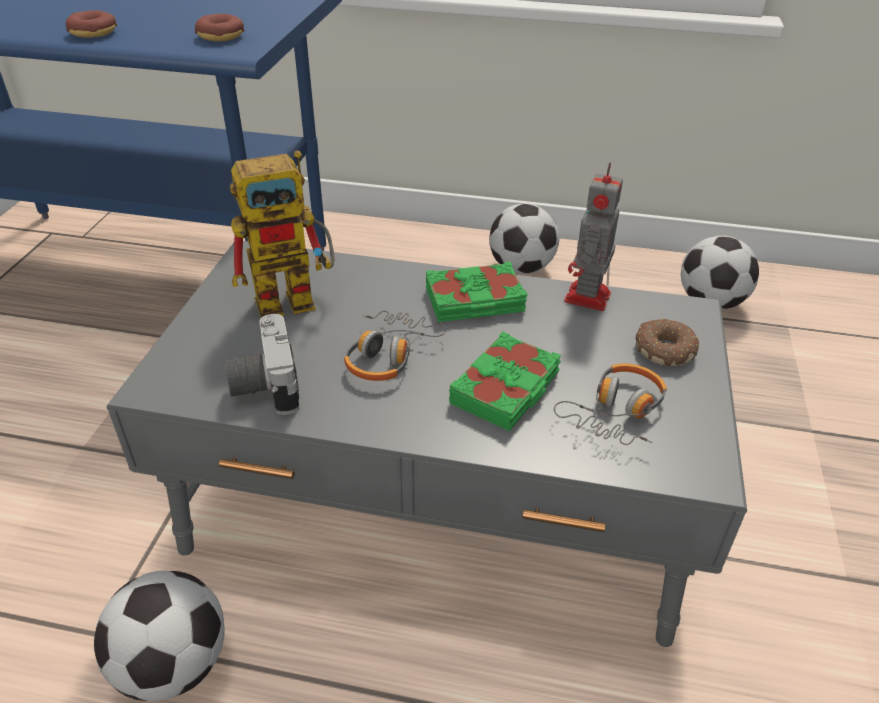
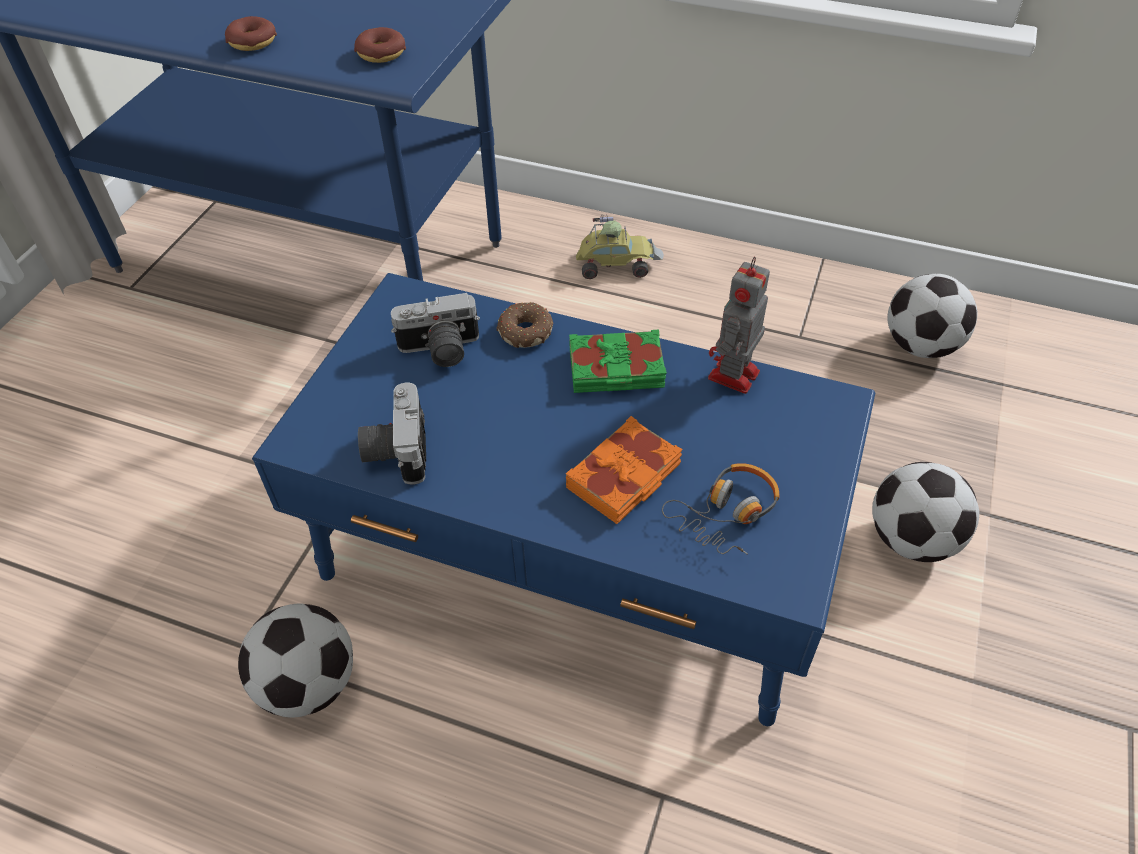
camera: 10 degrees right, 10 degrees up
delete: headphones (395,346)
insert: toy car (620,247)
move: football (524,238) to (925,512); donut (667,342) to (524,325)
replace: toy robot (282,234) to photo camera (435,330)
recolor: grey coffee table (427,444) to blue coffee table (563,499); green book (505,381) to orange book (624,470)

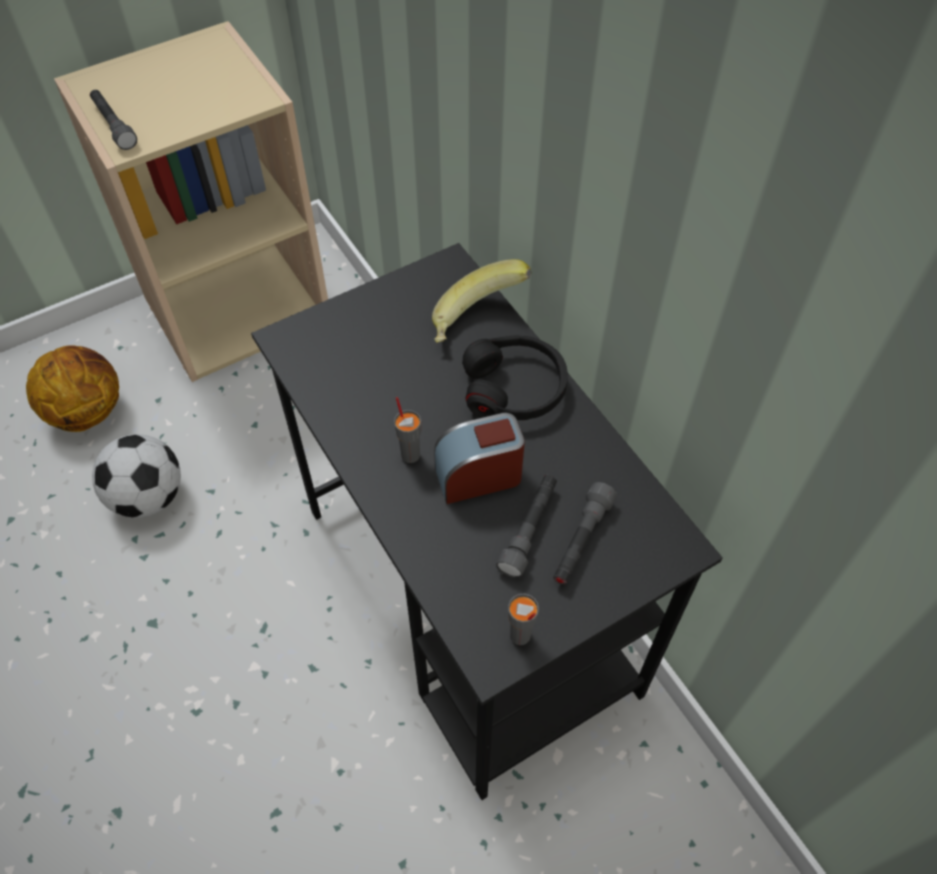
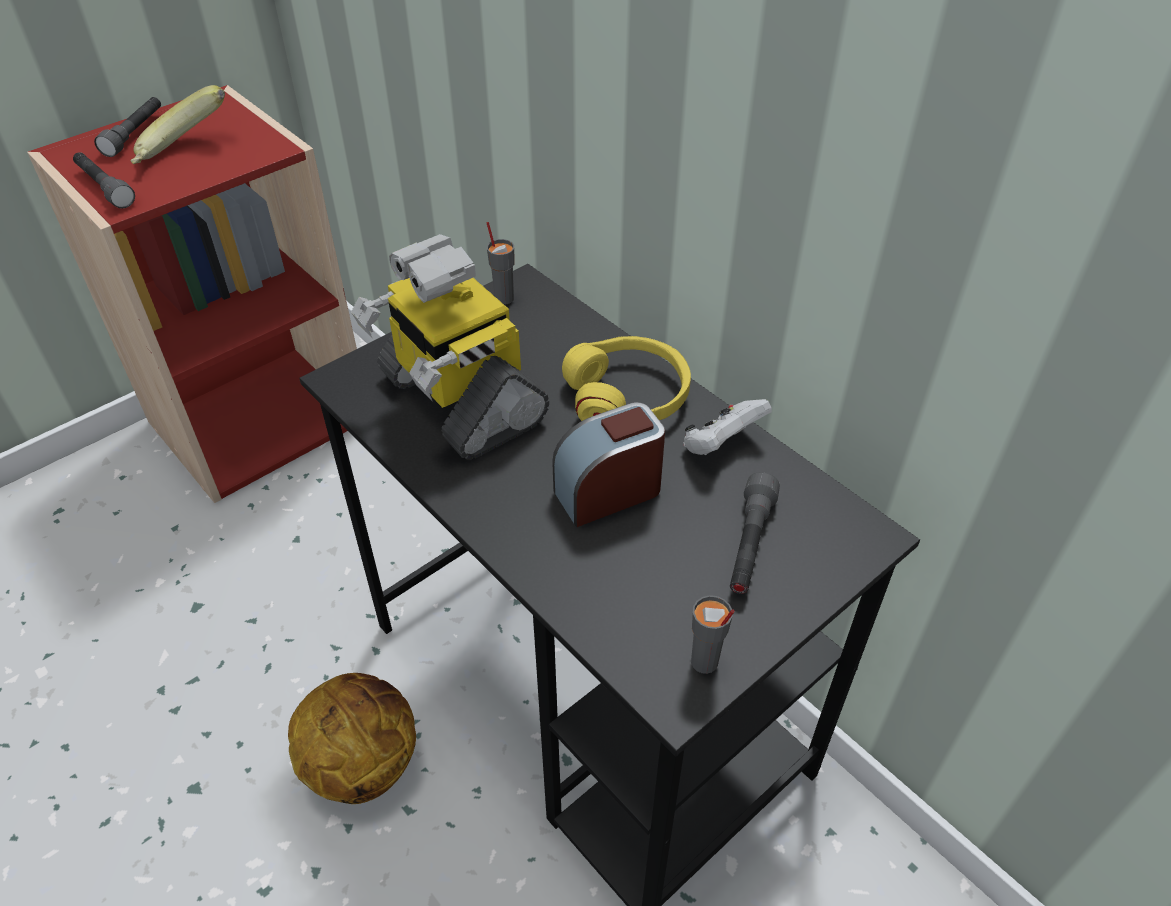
camera: 10 degrees left, 10 degrees down
delete: football (136,476)
insert: toy robot (450,347); white game controller (728,427)
move: basketball (72,388) to (352,738); grey cup (407,430) to (500,263); banana (481,301) to (178,124); grey flashlight (526,526) to (127,127)
recolor: beige bookcase (191,201) to red bookcase (192,294); black headphones (515,377) to yellow headphones (626,378)

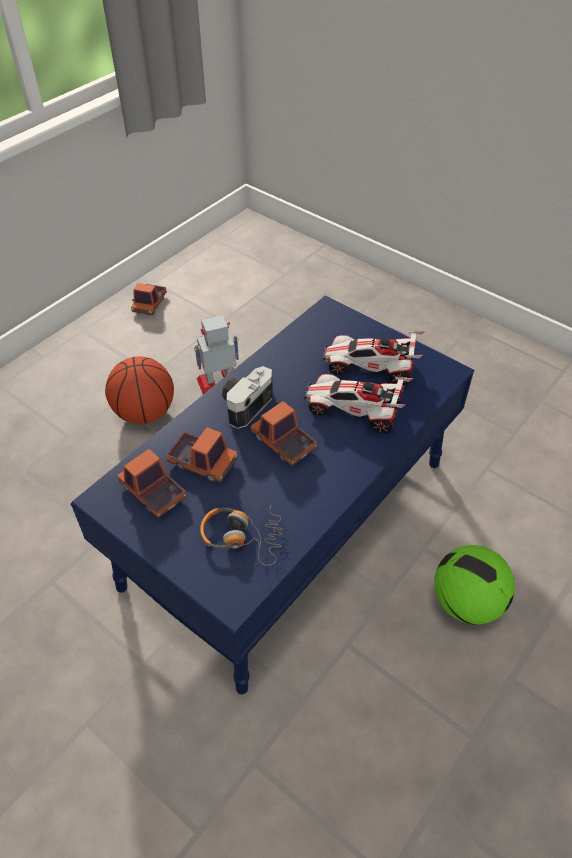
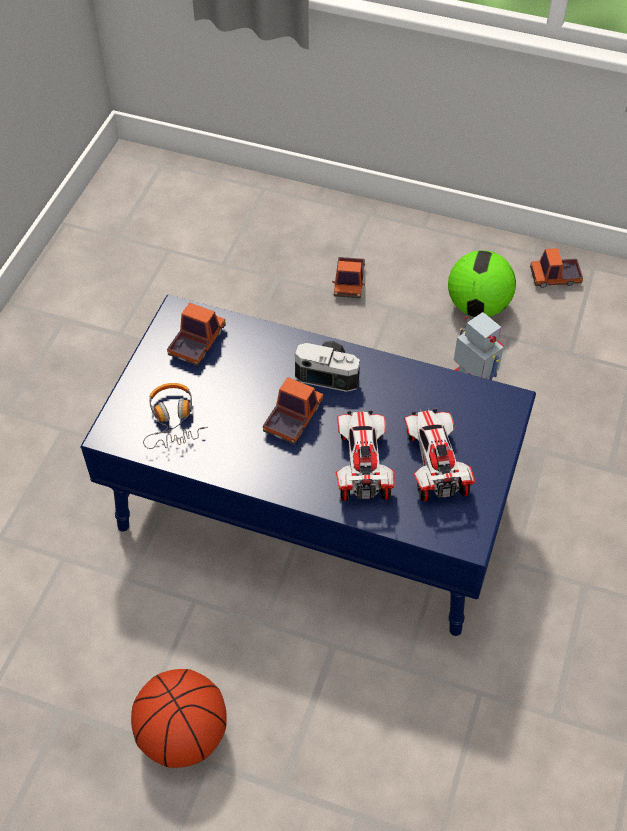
camera: 70 degrees right, 5 degrees up
move: basketball (139,390) to (179,718); toy truck (202,455) to (348,277); football (474,585) to (482,283)

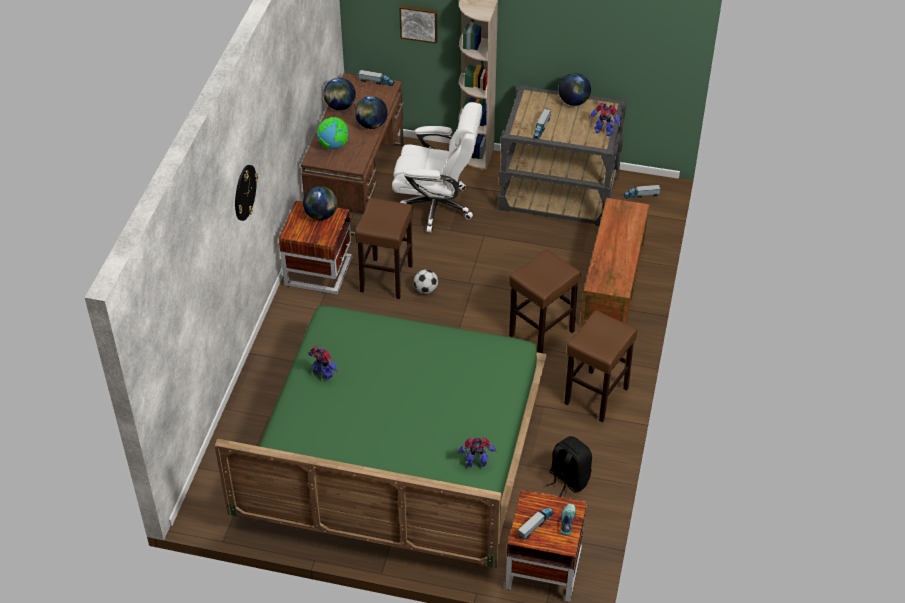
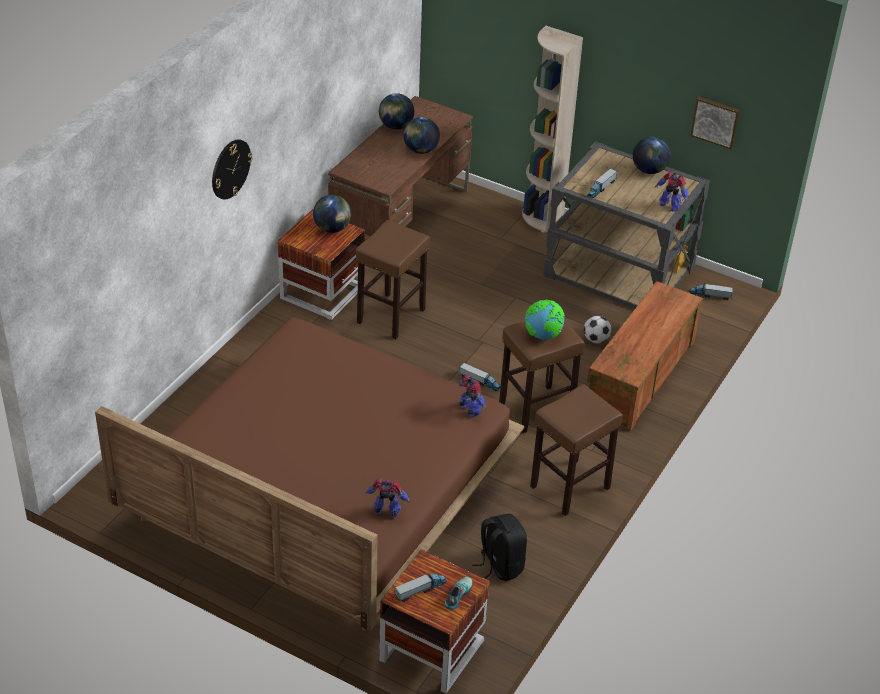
camera: 15 degrees right, 5 degrees down
delete: white office chair (437,167)
move: toy robot (323,363) to (473,396); globe (332,133) to (545,319); toy truck (376,78) to (480,377); picture (418,24) to (715,123); football (426,281) to (597,329)
recolor: green bed (381,437) to brown bed (309,474)

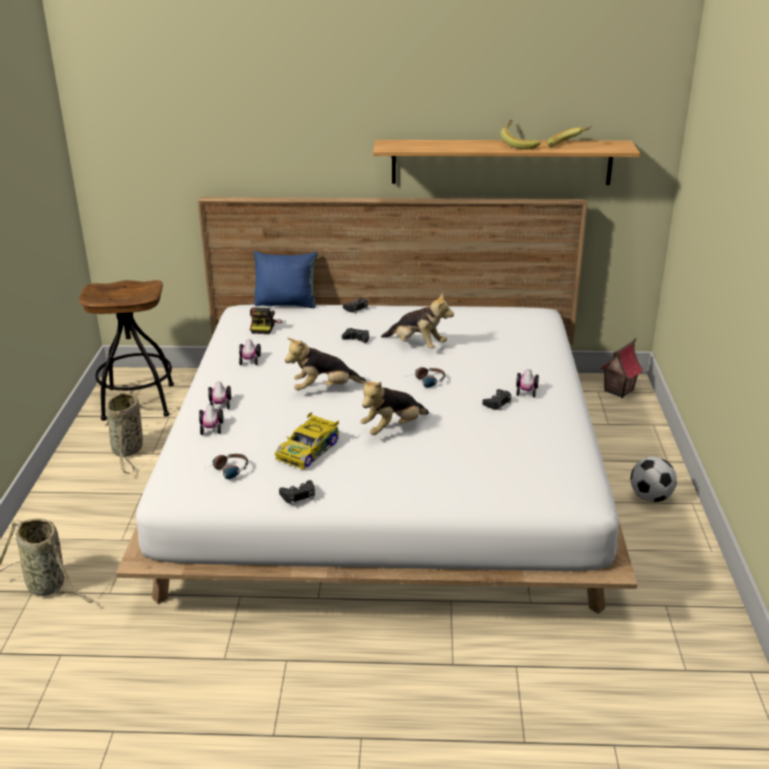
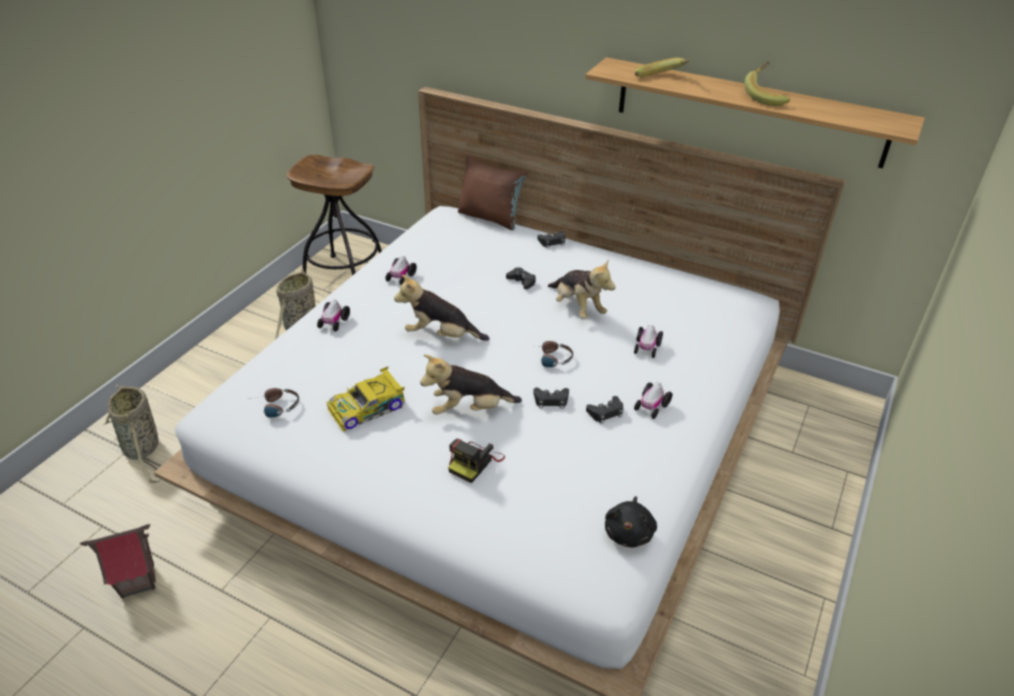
camera: 25 degrees right, 10 degrees up
delete: football (654,479)
insert: black plush toy (631,521)
move: toy car (211,420) to (648,341); photo camera (266,320) to (476,461); black game controller (297,492) to (551,398); banana (569,136) to (662,67); toy house (621,368) to (118,561)
recolor: blue pillow (285,279) to brown pillow (493,192)

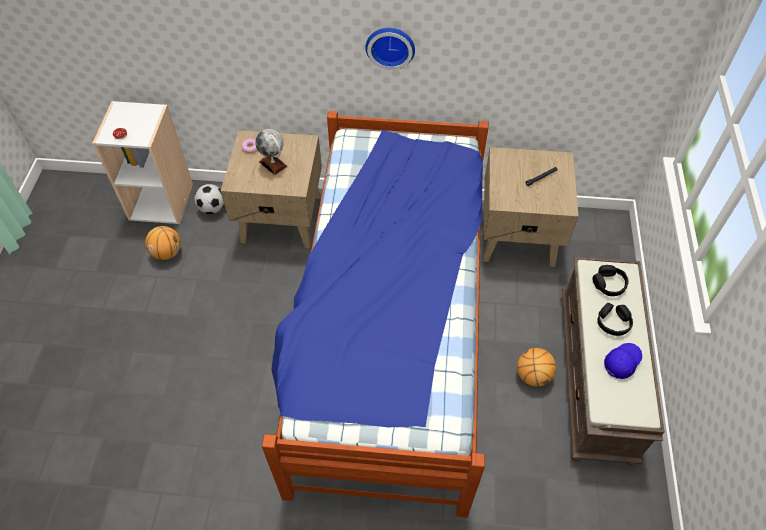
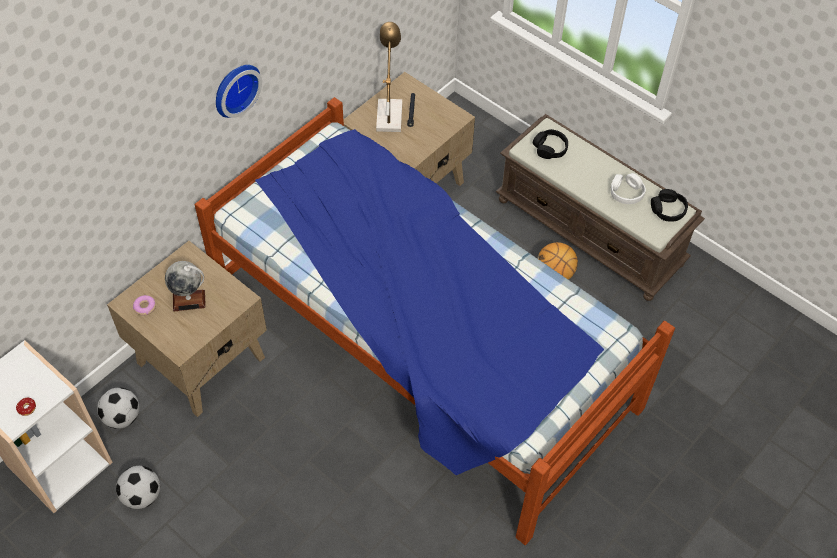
camera: 55 degrees left, 0 degrees up
insert: table lamp (389,77)
move: black headphones (615,319) to (669,205)
replace: basketball (163,243) to football (138,487); blue cap (623,361) to white headphones (628,188)

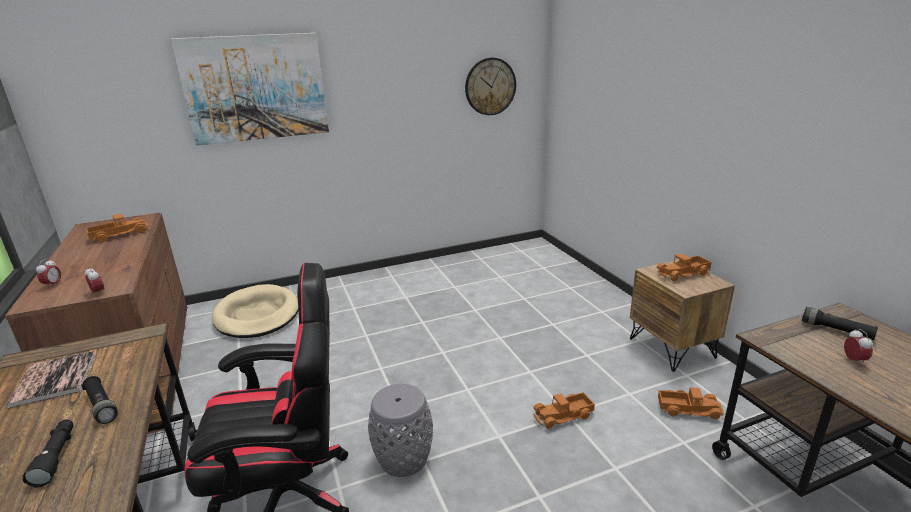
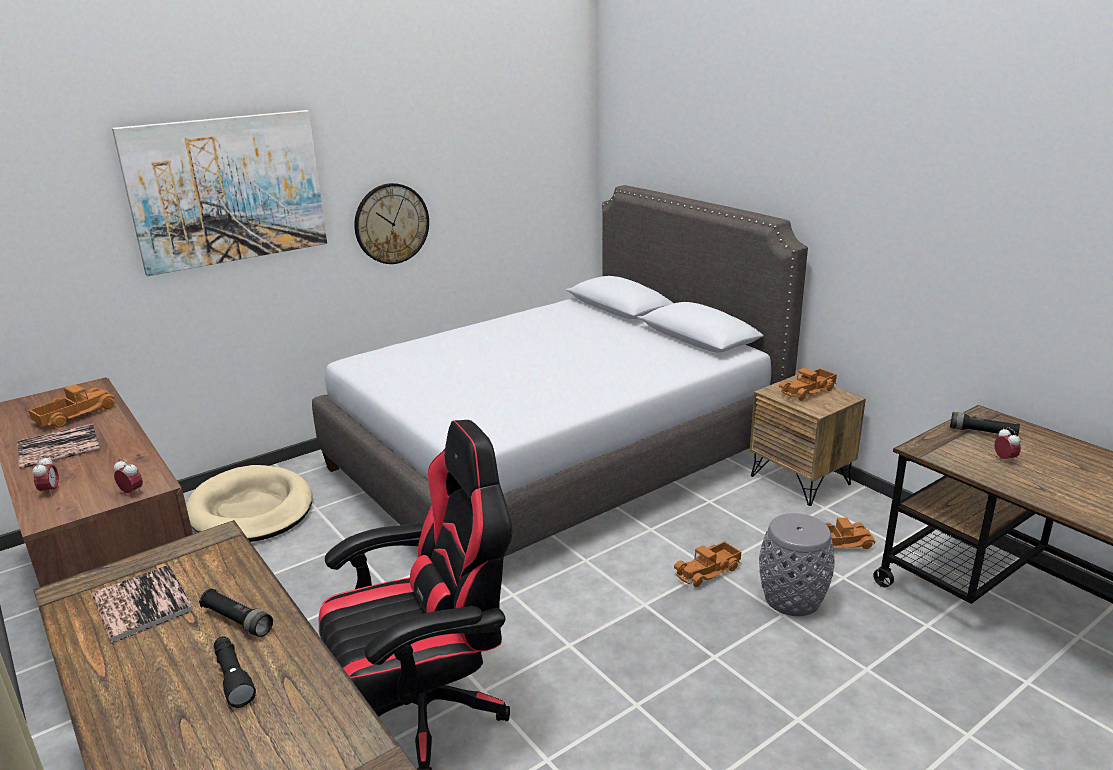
camera: 15 degrees left, 0 degrees up
insert: book (58,446); grey bed (560,371)
move: grey stool (400,430) to (797,564); wall clock (490,86) to (391,223)

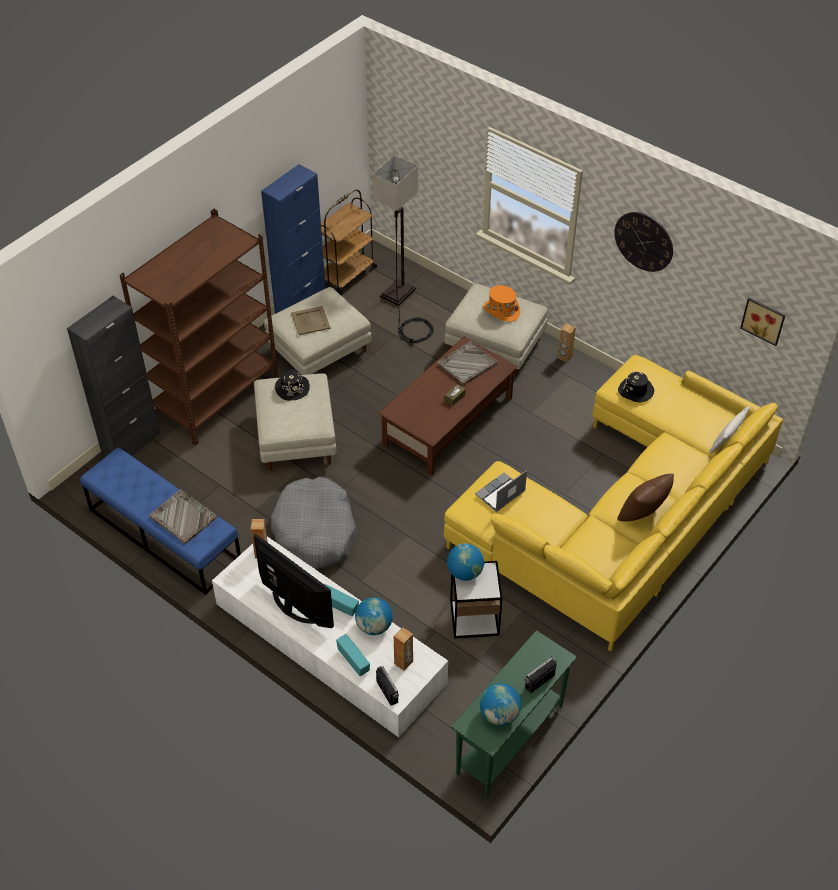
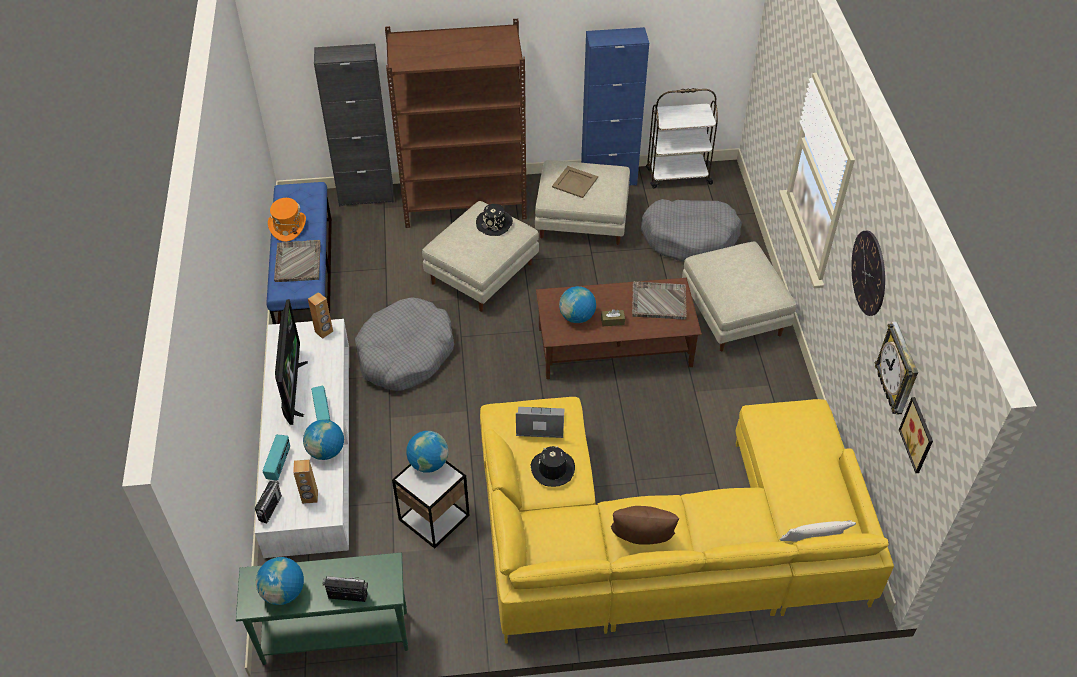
camera: 45 degrees right, 0 degrees up
delete: brown speaker (567,342)
insert: globe (577,304); wall clock (896,368)
move: orange hat (501,303) to (287,220); black hat (636,387) to (553,466)
replace: floor lamp (403,250) to grey dog bed (691,230)
recolor: brown cart (349,242) to white cart (682,138)

